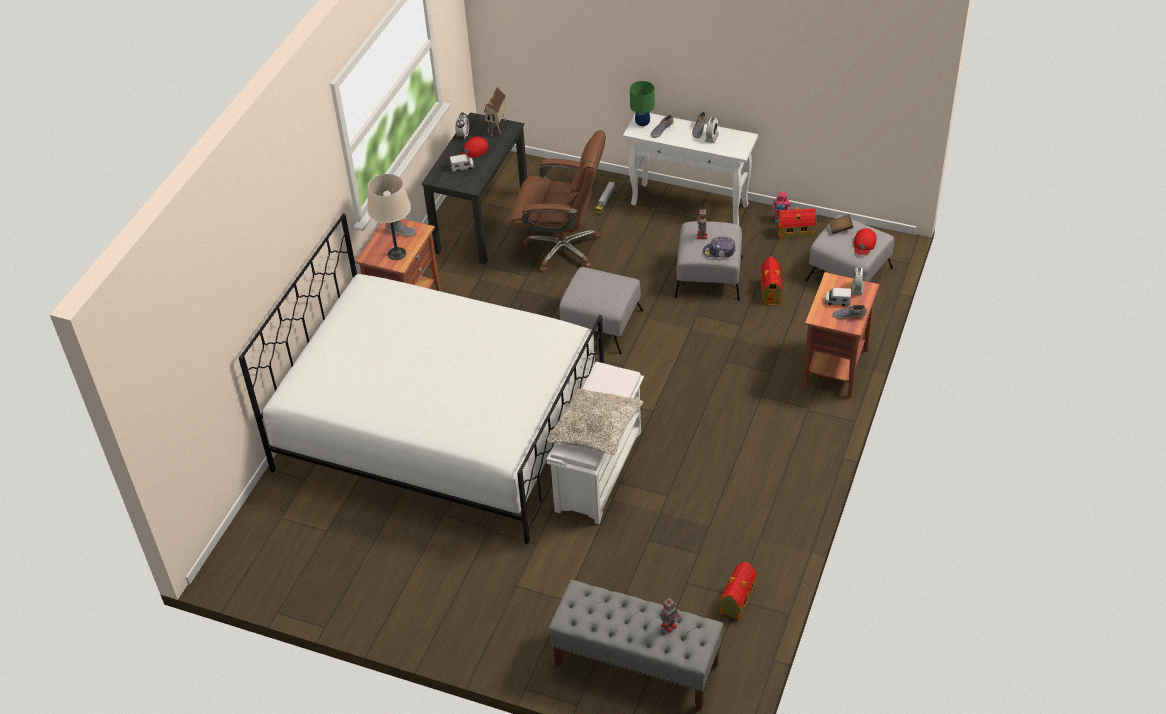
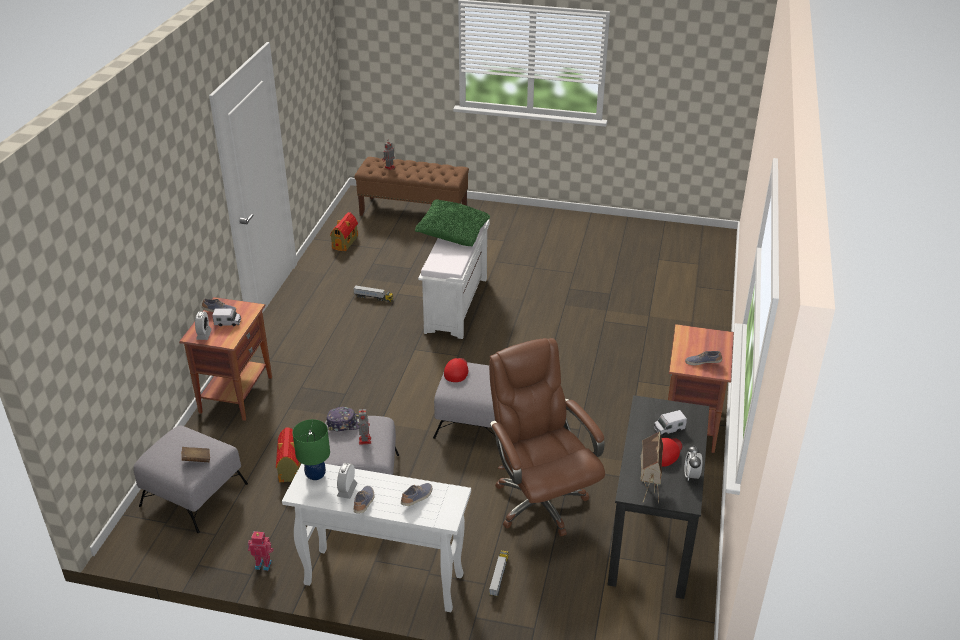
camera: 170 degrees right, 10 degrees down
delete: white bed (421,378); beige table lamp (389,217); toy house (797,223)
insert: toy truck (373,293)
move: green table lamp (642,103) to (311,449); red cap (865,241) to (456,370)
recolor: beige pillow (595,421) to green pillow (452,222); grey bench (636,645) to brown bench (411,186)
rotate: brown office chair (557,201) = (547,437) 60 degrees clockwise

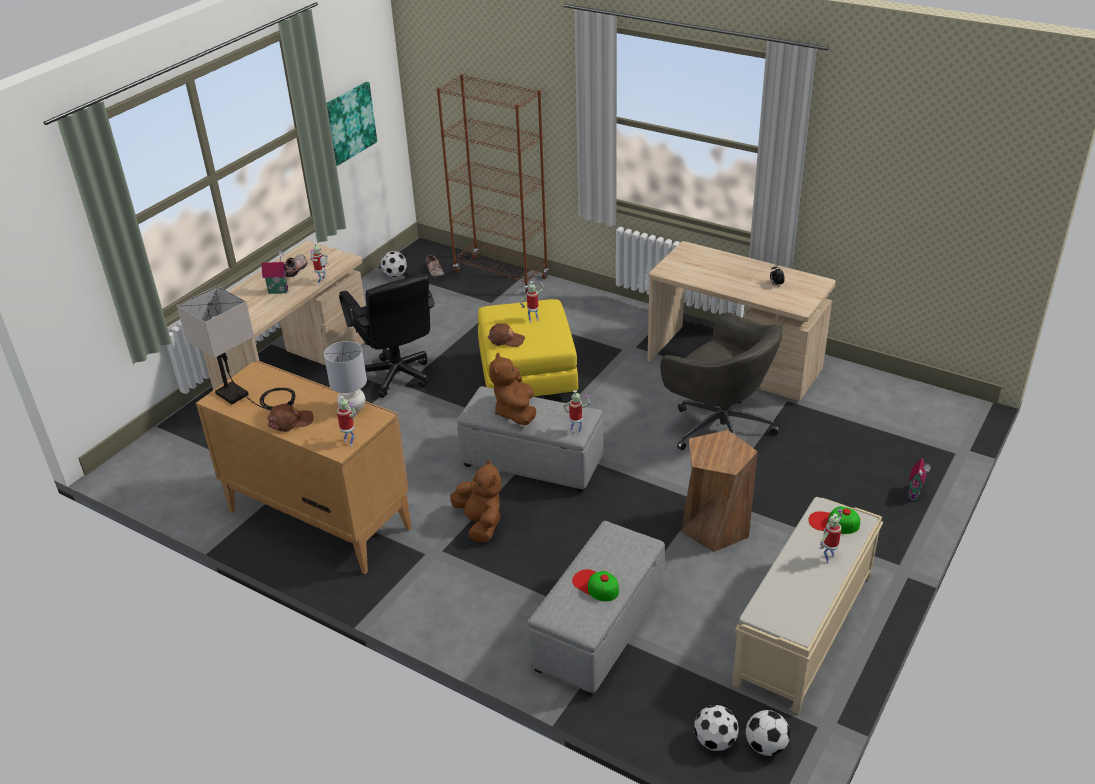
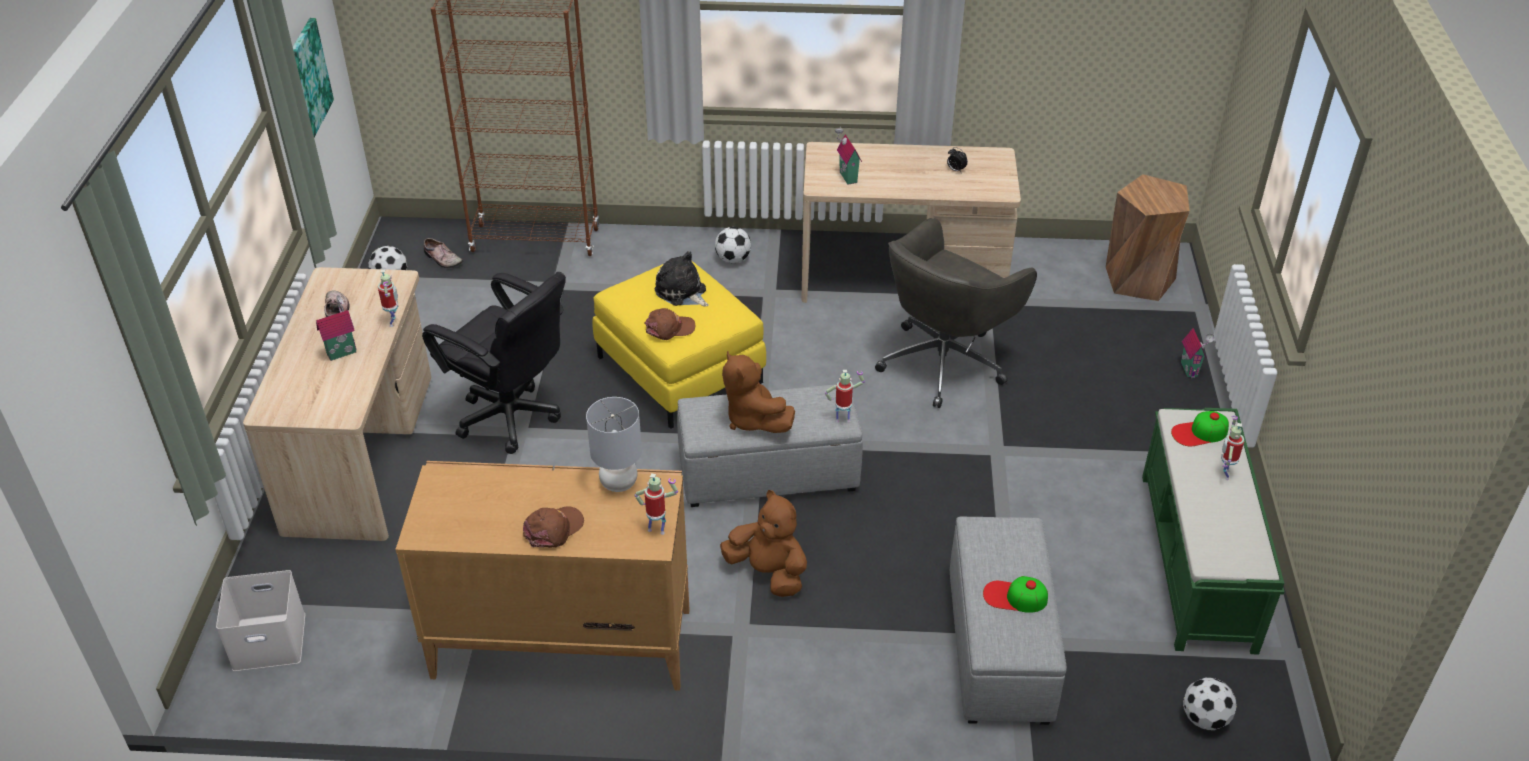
camera: 30 degrees left, 5 degrees up
delete: table lamp (236,348)
insert: white storage box (260,620); toy house (848,156)
move: brown stool (719,491) to (1148,237); football (768,733) to (733,245)
replace: toy robot (532,302) to plush toy (681,278)
recolor: beige bench (807,605) to green bench (1213,531)
rotate: grey office chair (721,381) = (956,313) 120 degrees clockwise

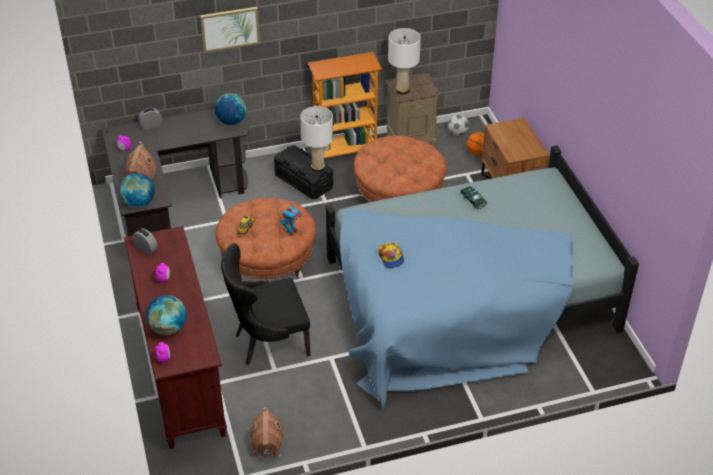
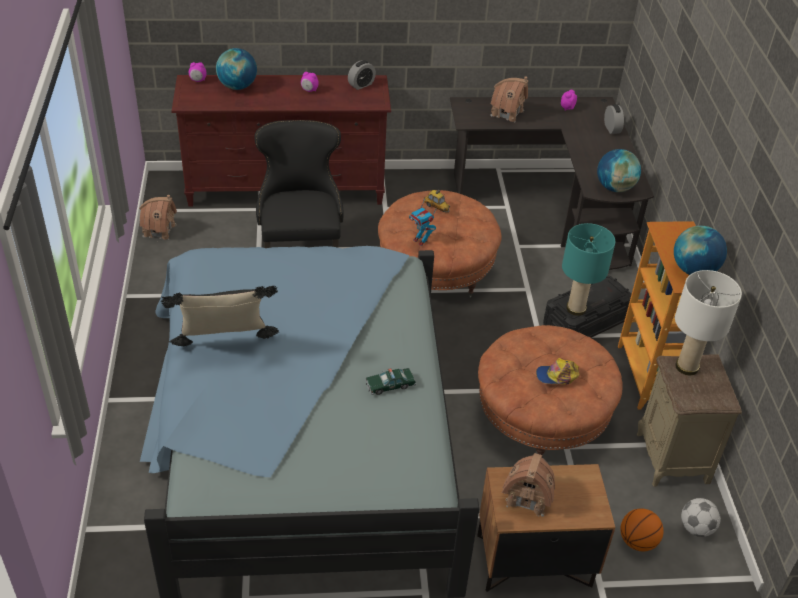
camera: 100 degrees right, 0 degrees up
delete: picture (230,30)
insert: black pillow (220,316); toy house (528,485)
move: globe (136,190) to (700,250); cap (391,255) to (558,371)
recolor: white table lamp (316,139) to turquoise table lamp (589,269)

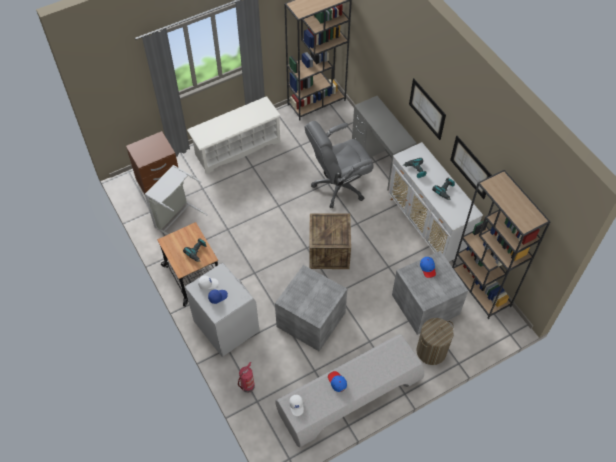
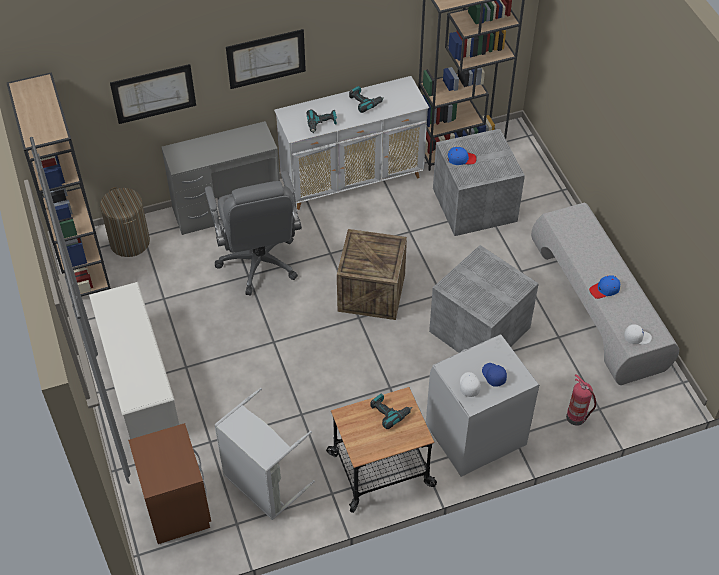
camera: 80 degrees left, 5 degrees down
move: laundry basket (435,341) to (125,222); picture (471,167) to (153,94)

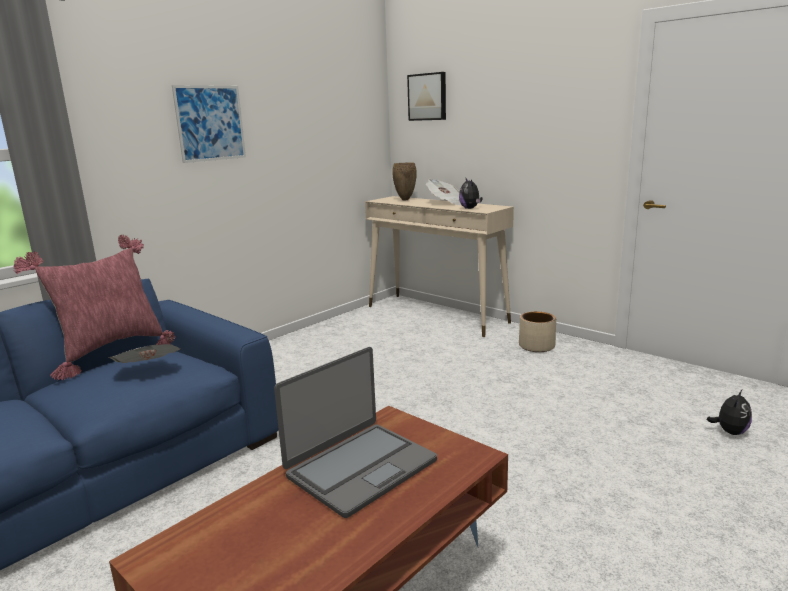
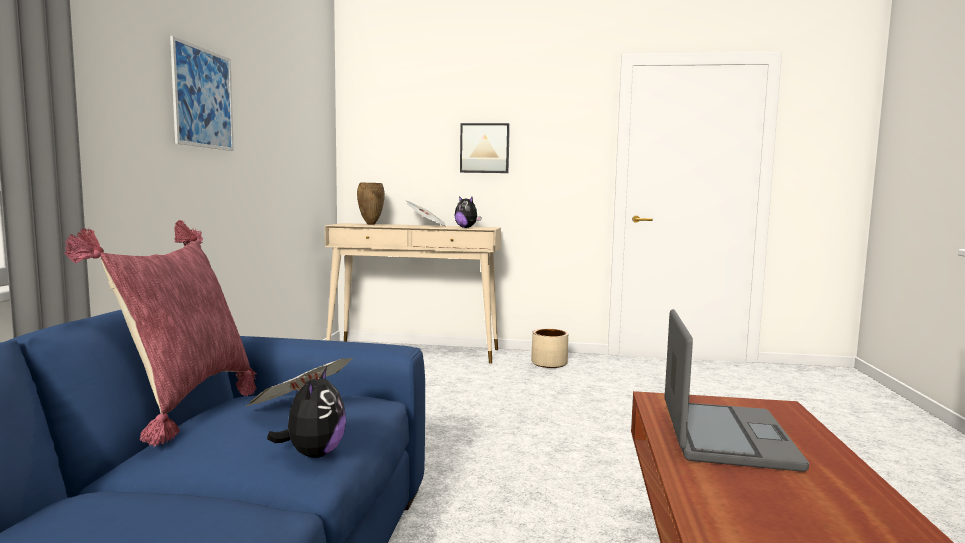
camera: 35 degrees left, 10 degrees down
move: picture (426,96) to (485,148); plush toy (729,412) to (306,412)

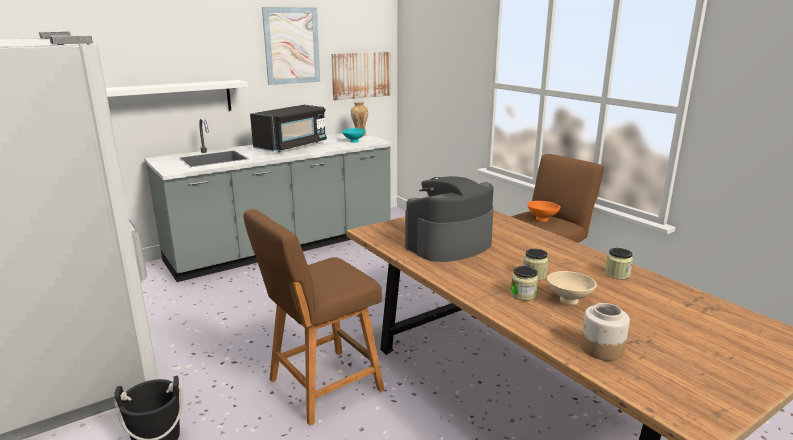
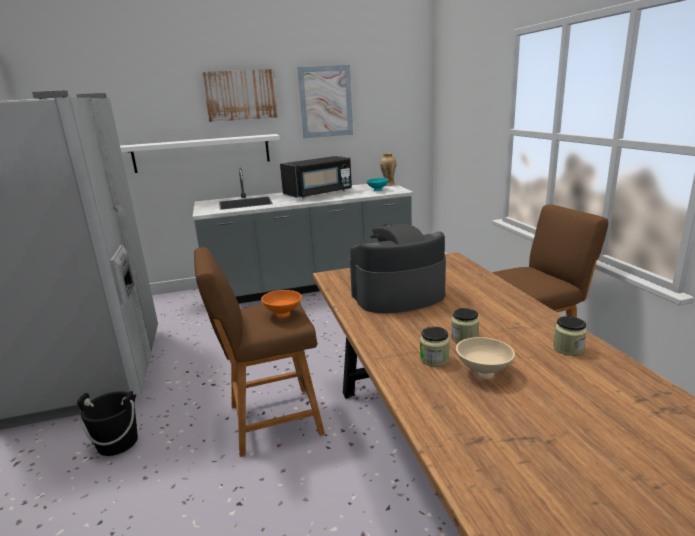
camera: 20 degrees right, 0 degrees up
delete: jar (605,332)
move: picture (361,76) to (240,95); orange bowl (543,211) to (281,304)

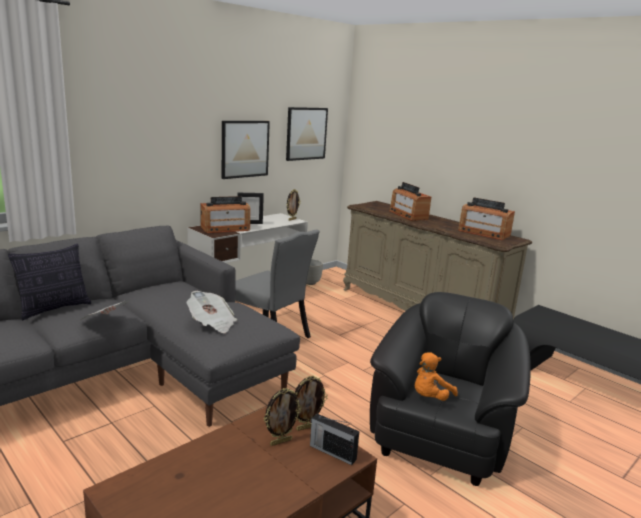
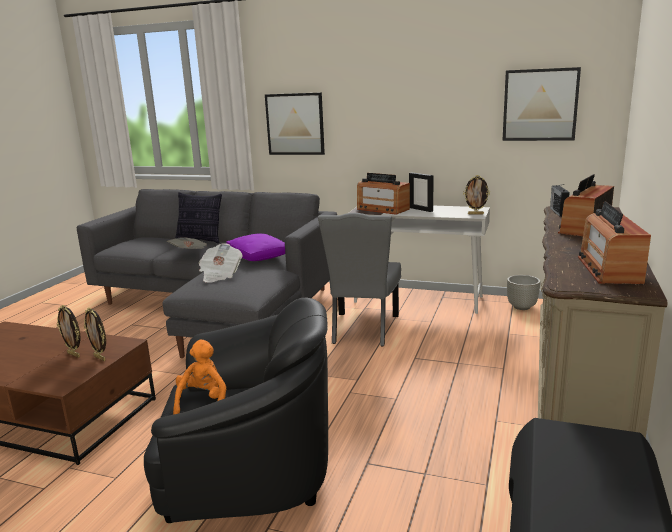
camera: 65 degrees right, 0 degrees up
insert: purple pillow (255,247)
move: picture (246,150) to (295,123); radio (334,439) to (560,200)
rotate: orange plush toy (436,376) = (199,377) 75 degrees clockwise

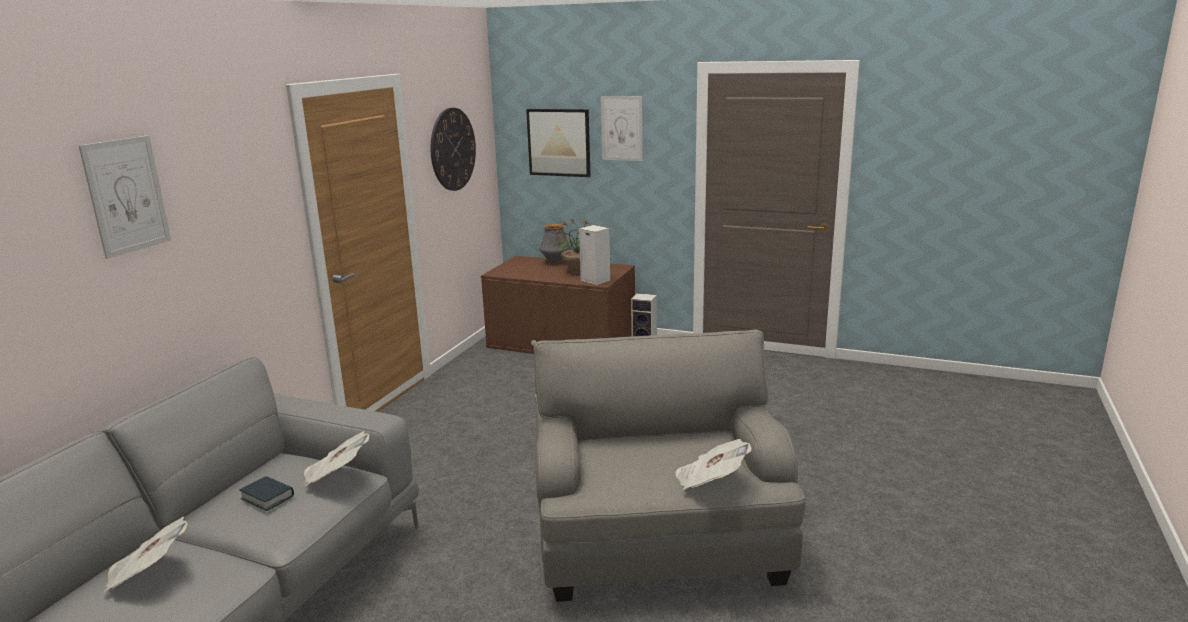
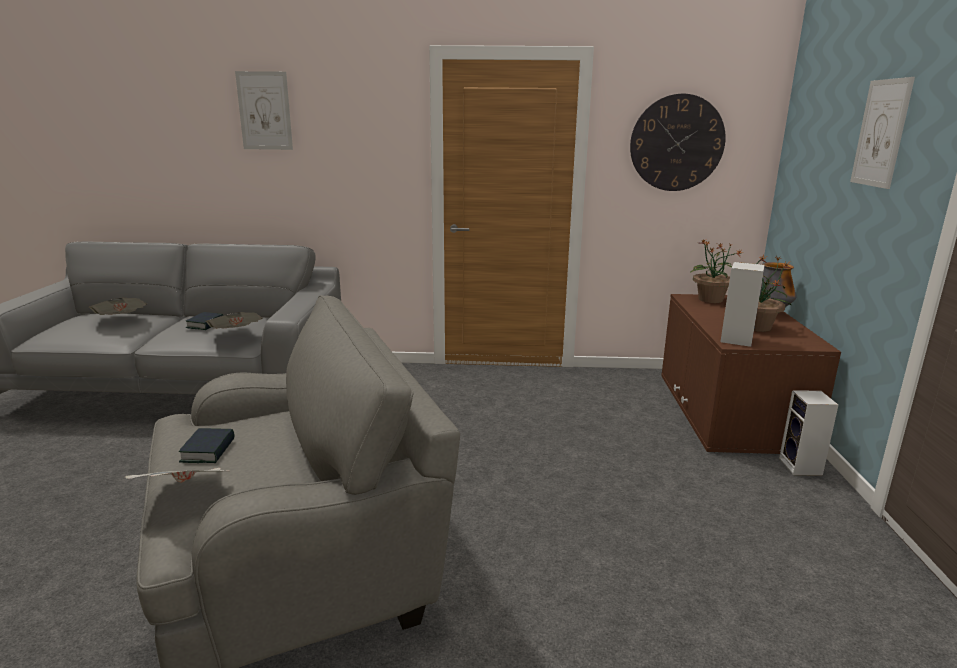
camera: 70 degrees right, 0 degrees up
delete: picture (558,143)
insert: book (207,445); potted plant (716,271)

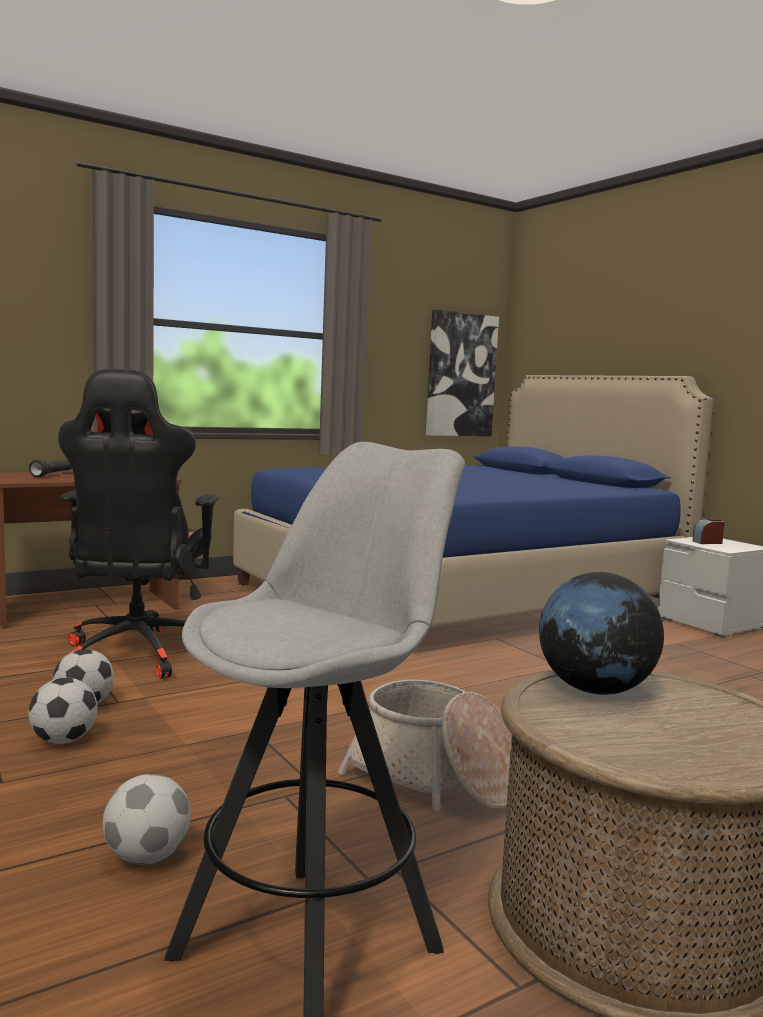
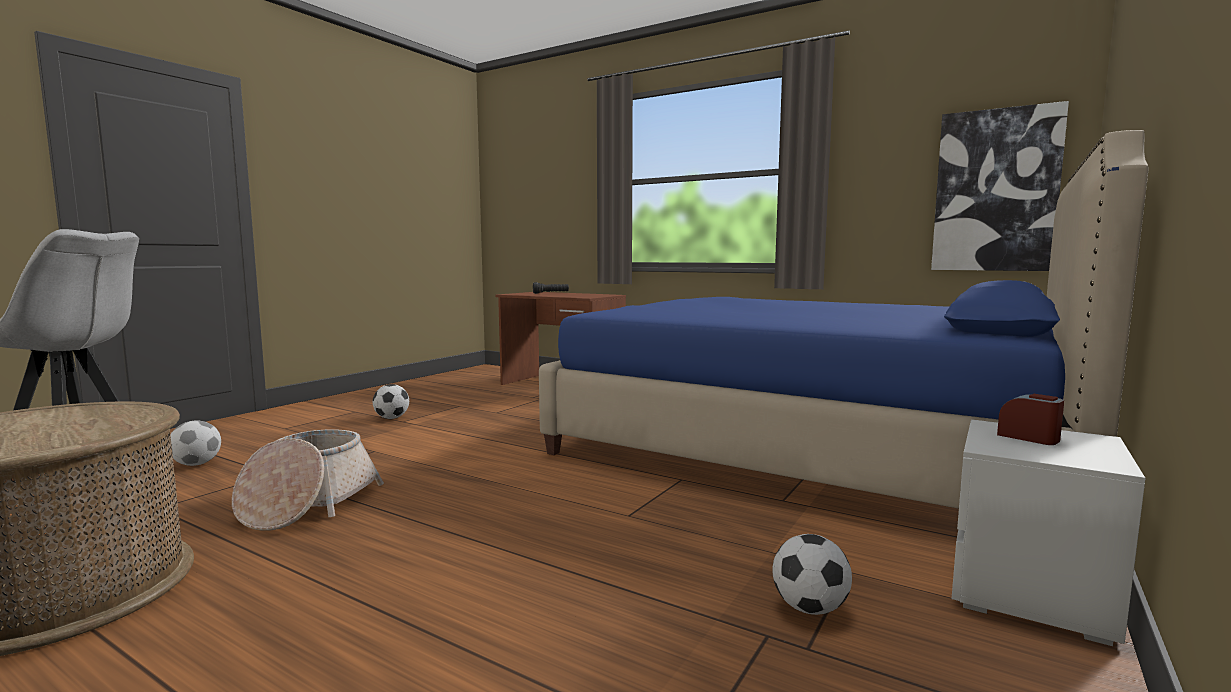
camera: 65 degrees right, 0 degrees up
delete: black office chair (138,524); globe (601,633)
move: football (63,711) to (812,574)

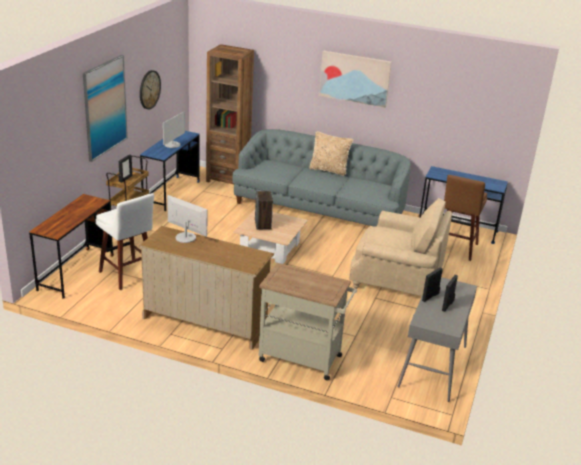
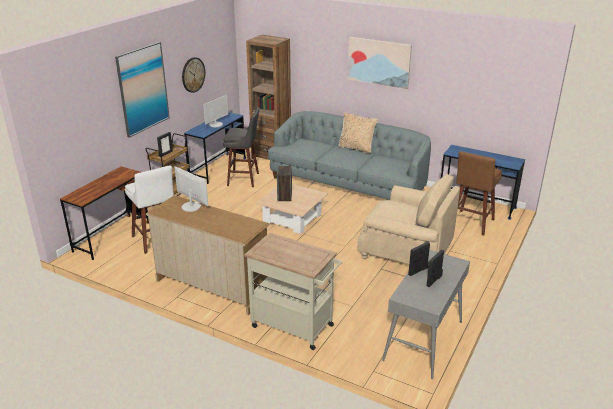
camera: 10 degrees right, 0 degrees up
insert: grey stool (241,147)

